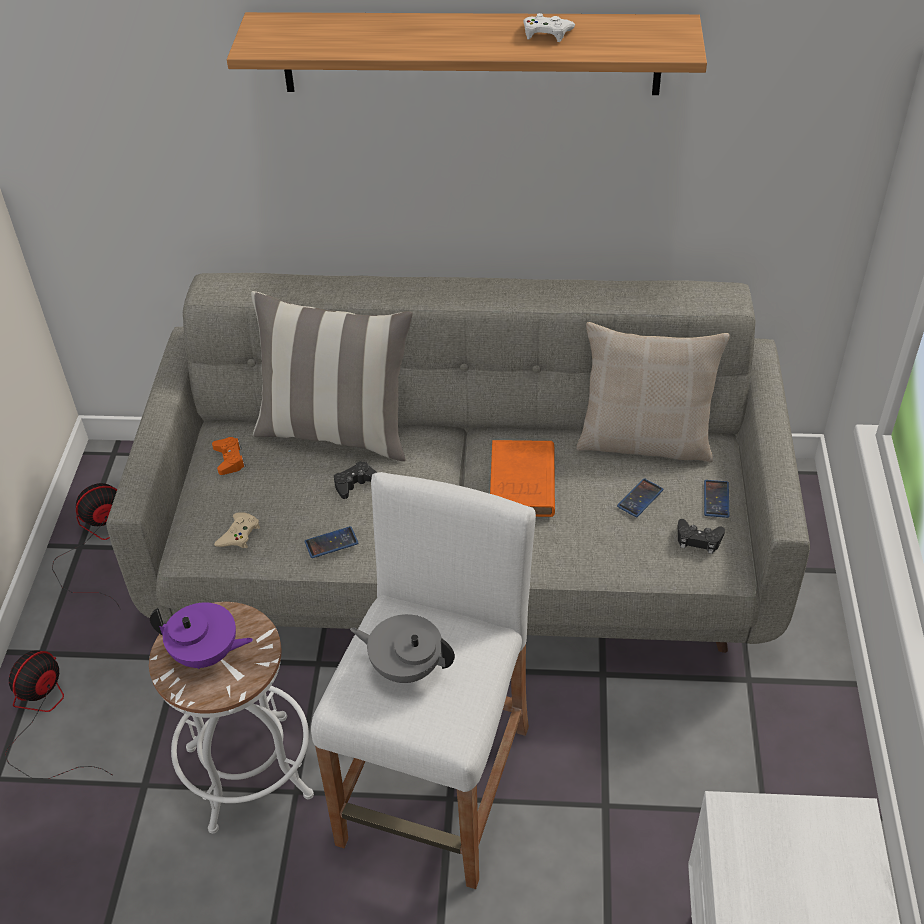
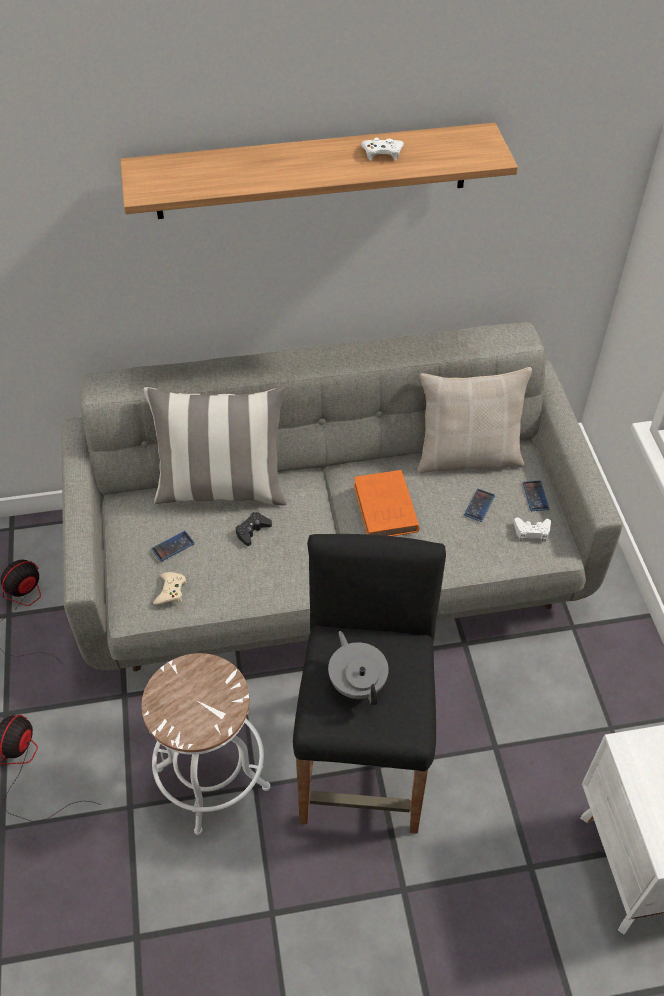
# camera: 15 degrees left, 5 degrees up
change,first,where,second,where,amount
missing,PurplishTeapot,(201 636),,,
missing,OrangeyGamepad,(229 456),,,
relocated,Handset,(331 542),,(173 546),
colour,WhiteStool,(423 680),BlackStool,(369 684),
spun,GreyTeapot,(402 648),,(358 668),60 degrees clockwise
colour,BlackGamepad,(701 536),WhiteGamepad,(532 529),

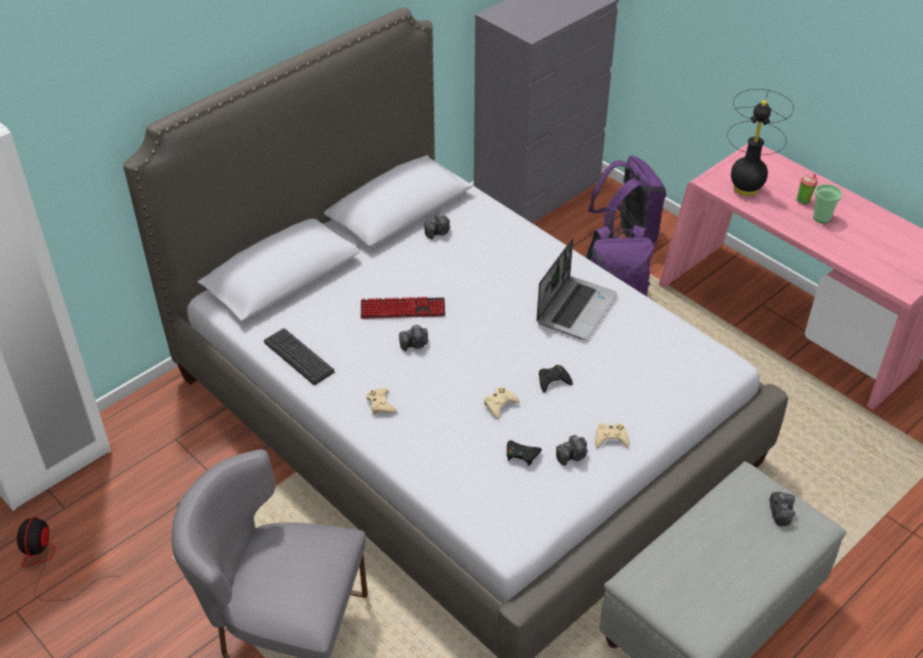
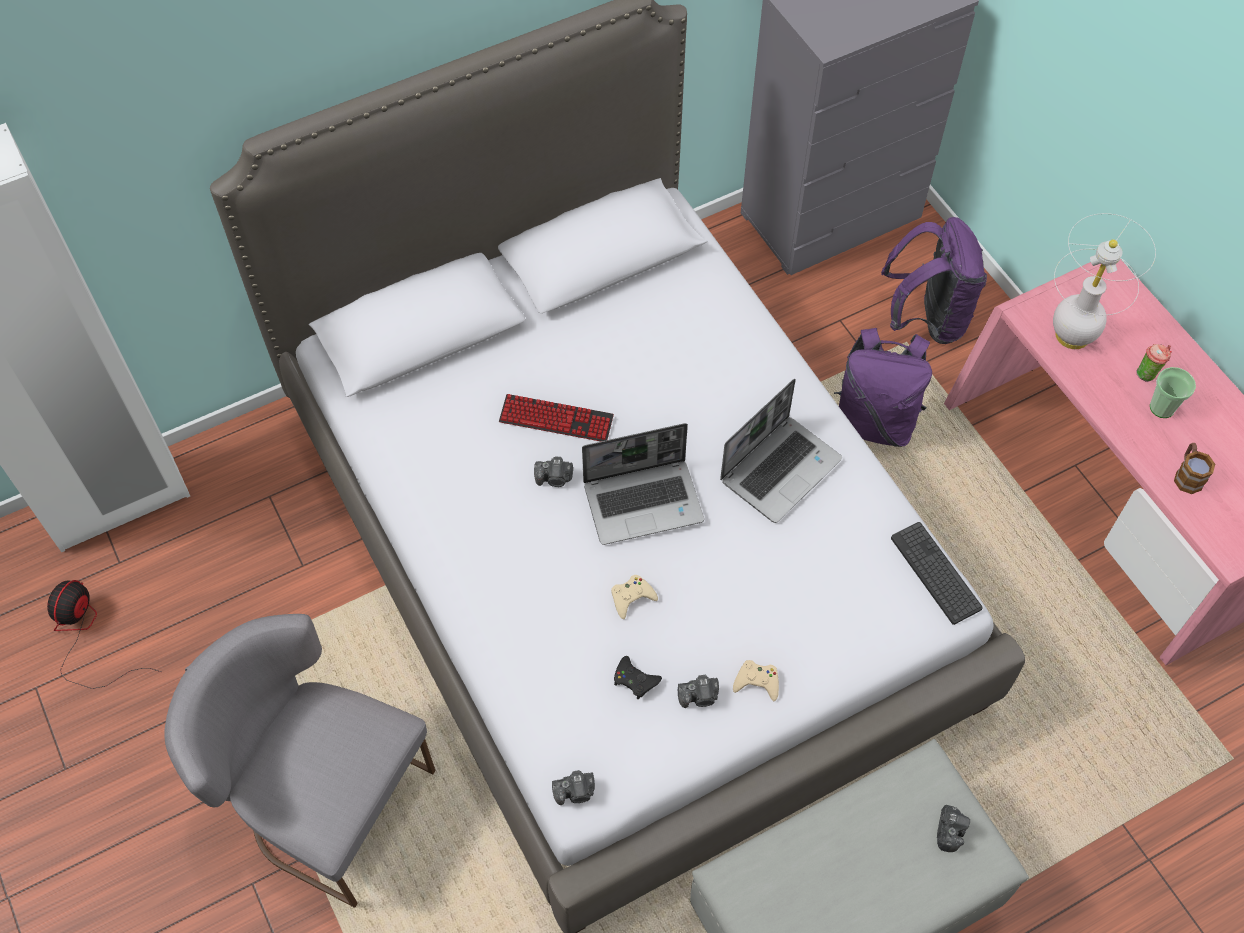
# camera: 15 degrees right, 15 degrees up
change,first,where,second,where,amount
relocated,ComputerKeyboard,(299 356),,(937 573),
missing,BeigeColouredGamepad,(381 401),,,
relocated,PhotoCamera,(437 226),,(573 787),
missing,BlackGamepad,(556 379),,,
colour,BlackTabletopLamp,(760 142),WhiteTabletopLamp,(1104 281),
appeared,,,NotebookComputer,(643 484),
appeared,,,TeaMug,(1194 468),

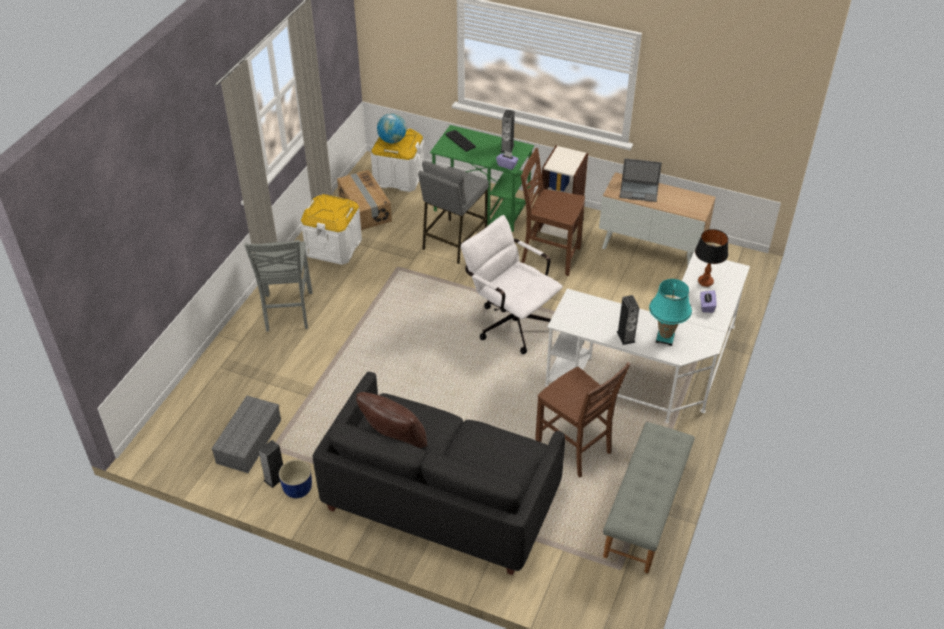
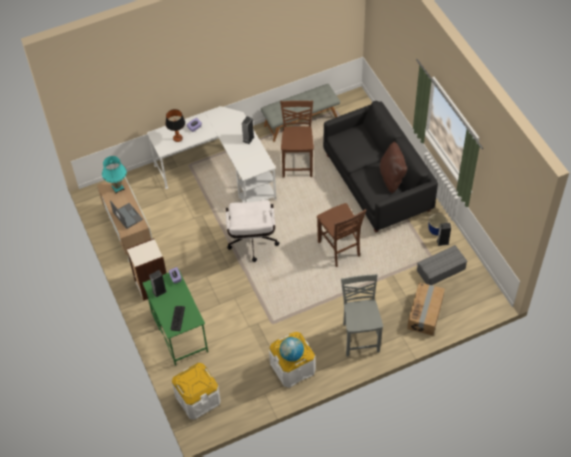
# camera: 135 degrees left, 10 degrees up
change,first,where,second,where,amount
spun,GreyChair,(278 286),,(362 315),45 degrees counterclockwise
relocated,Carton,(364 200),,(426 309),
relocated,Globe,(391 128),,(292 349),
missing,GreyStool,(453 212),,,
relocated,BrownChair,(553 212),,(341 235),
relocated,TurquoiseTabletopLamp,(670 312),,(114 174),

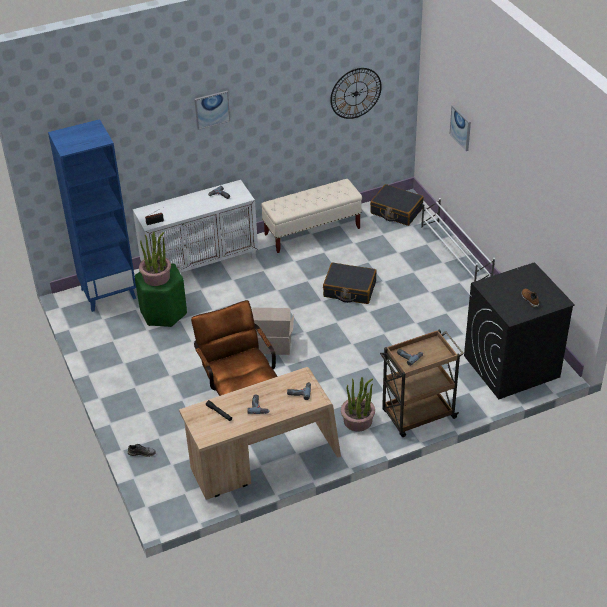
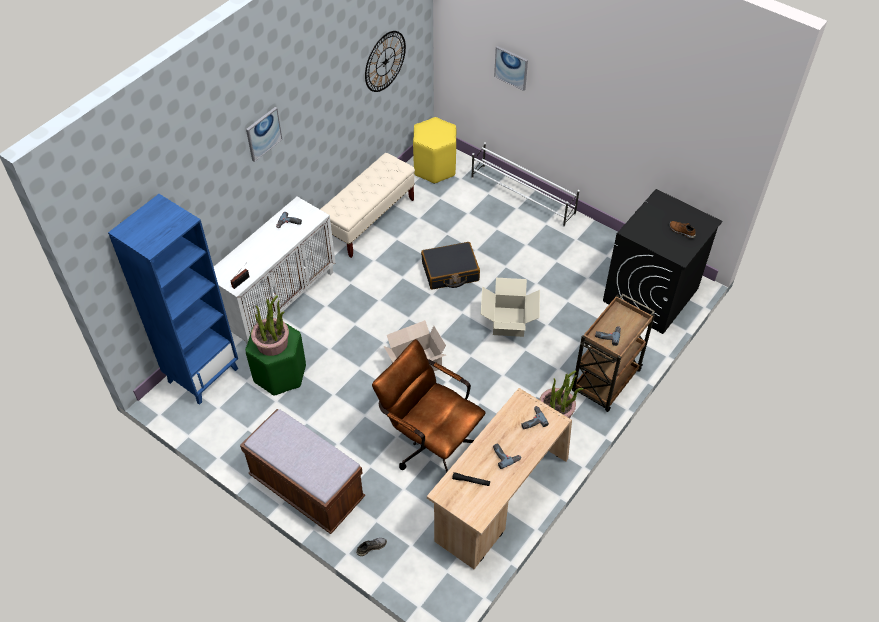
# camera: 30 degrees left, 10 degrees up
change,first,where,second,where,amount
exchanged,BlackSuitcase,(397 205),YellowStool,(434 150),
appeared,,,BrownBench,(302 471),
appeared,,,Carton,(510 307),

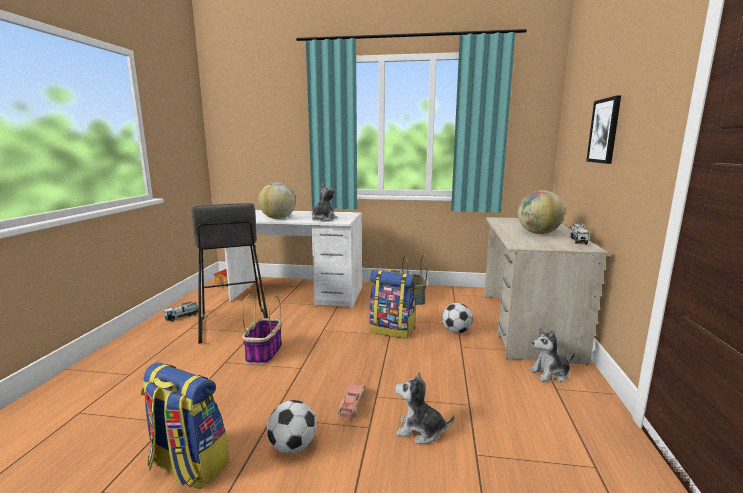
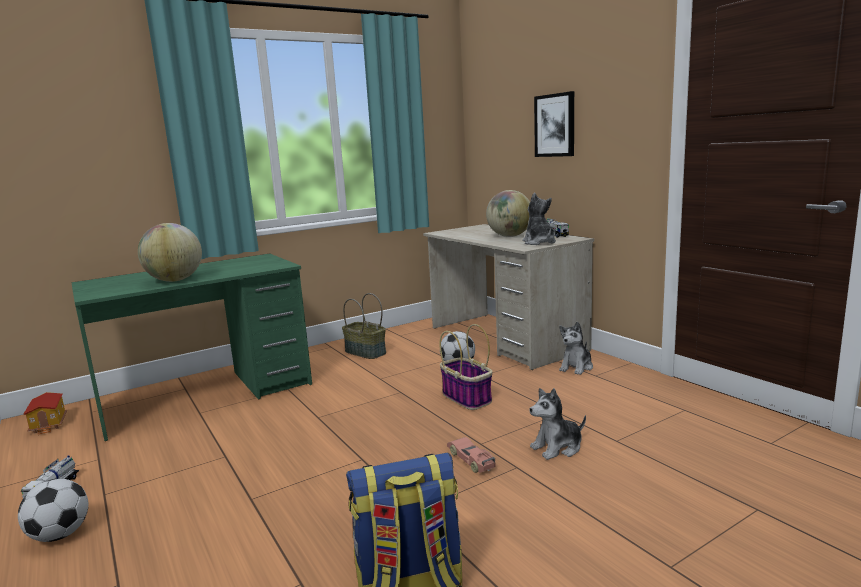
# camera: 40 degrees left, 0 degrees up
change,first,where,second,where,amount
missing,GreyStool,(229 273),,,
colour,WhiteDeskUnit,(293 259),GreenDeskUnit,(191 347),
relocated,StorageBasket,(262 329),,(466 367),
relocated,Football,(292 427),,(53 510),
relocated,CuddlyToy,(324 202),,(539 219),
missing,Rucksack,(392 304),,,

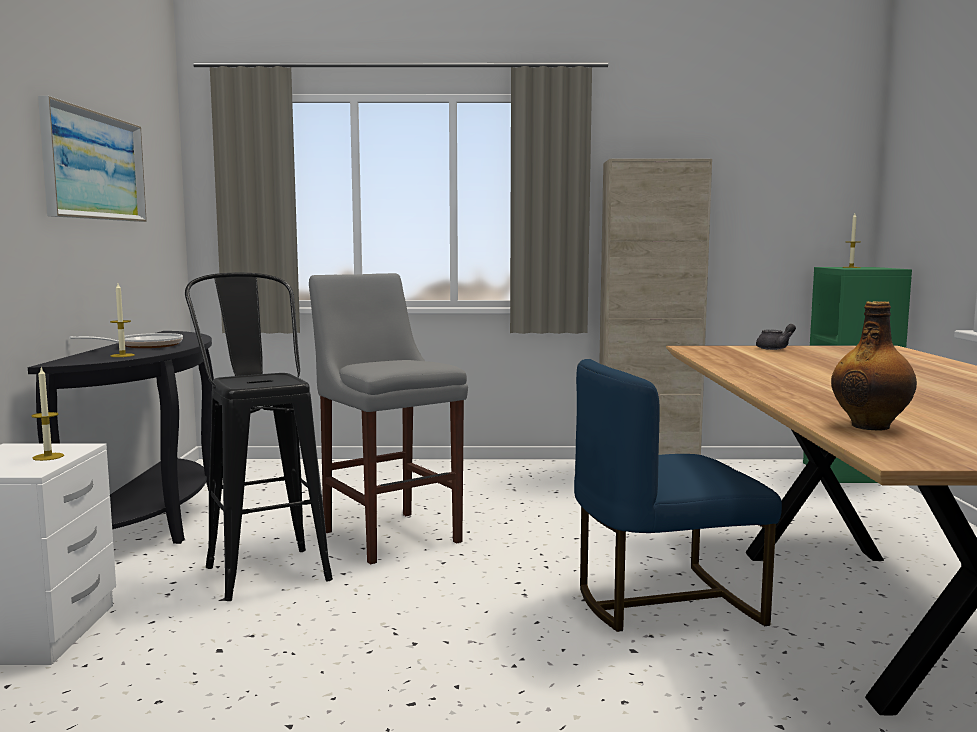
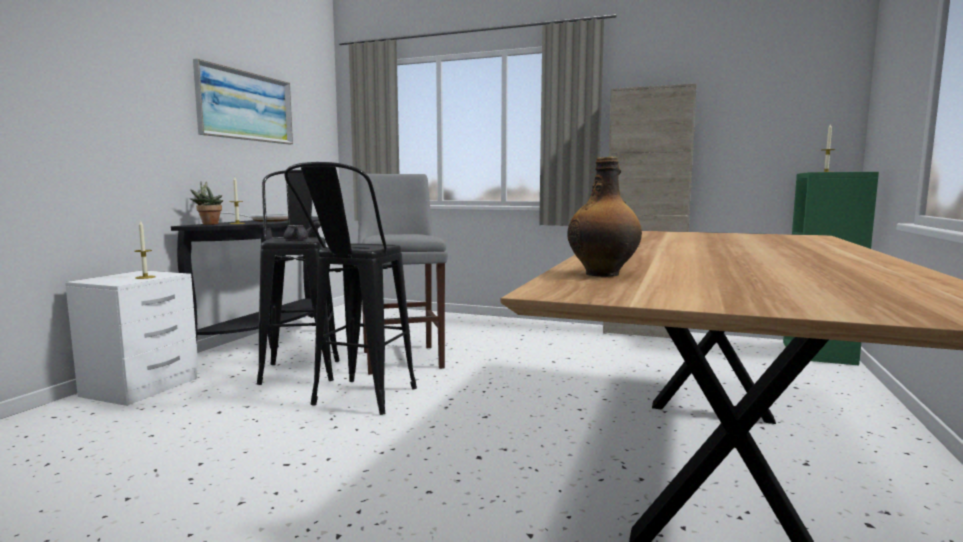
# camera: 20 degrees right, 0 degrees up
change,first,where,second,where,amount
missing,BluishChair,(678 495),,,
relocated,GreyTeapot,(776 337),,(302 231),
appeared,,,Houseplant,(206 203),
appeared,,,BlackStool,(350 288),

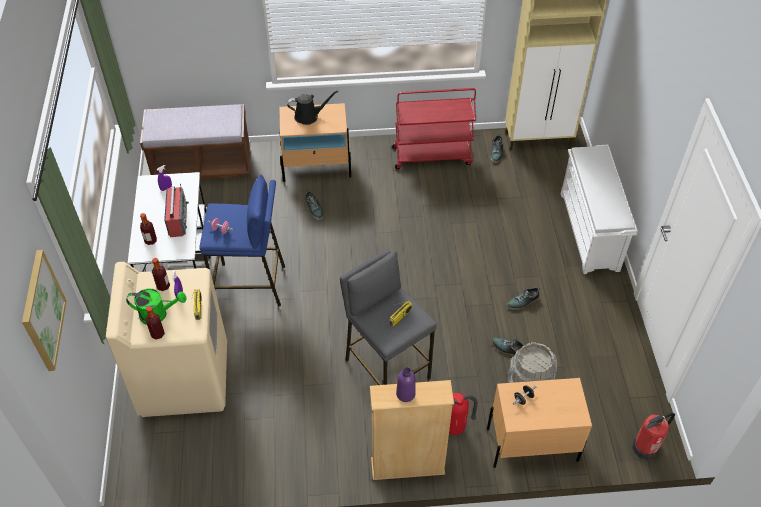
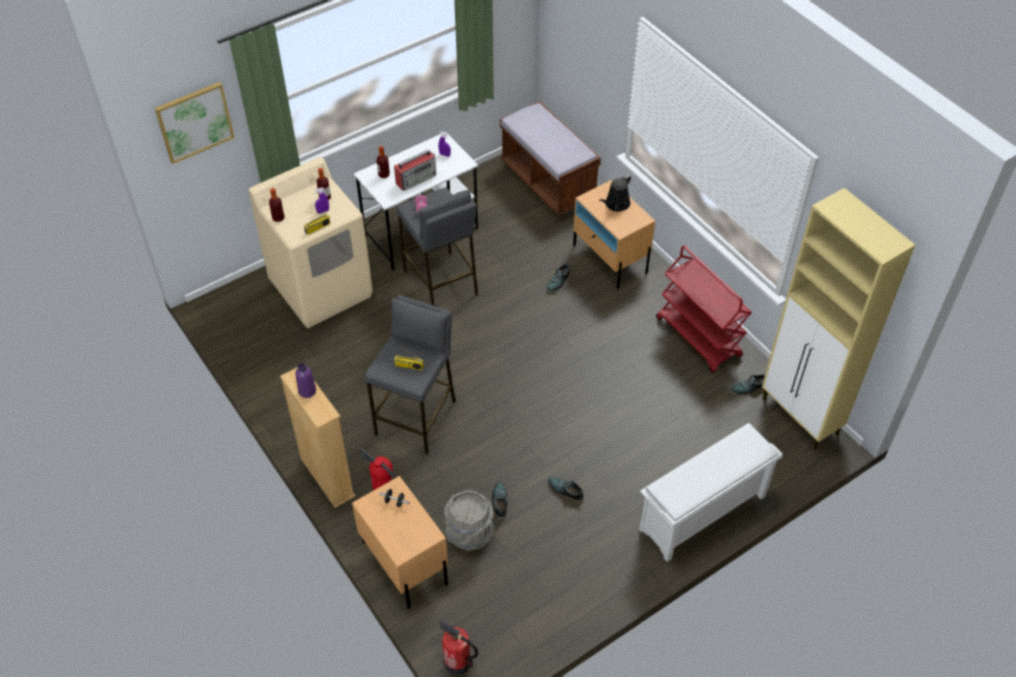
# camera: 60 degrees right, 0 degrees up
change,first,where,second,where,amount
missing,GreenSprinklingCan,(156 307),,,
colour,BluishStool,(242 240),GreyStool,(437 246),
spun,BlackSprinklingCan,(312 108),,(615 193),75 degrees clockwise

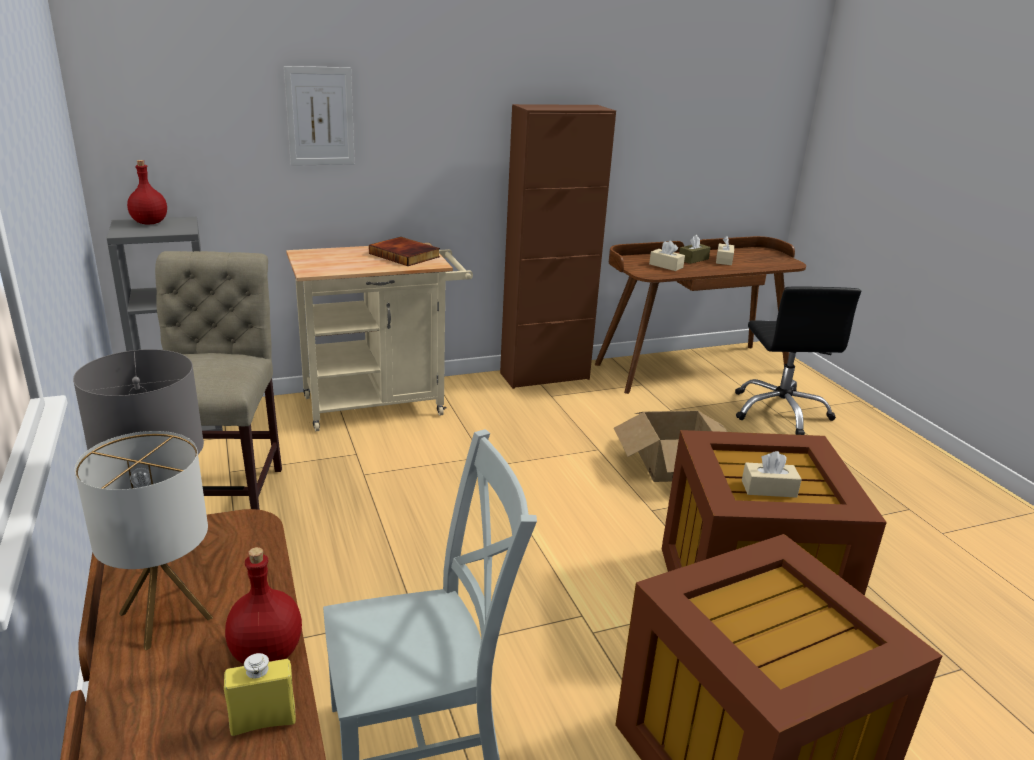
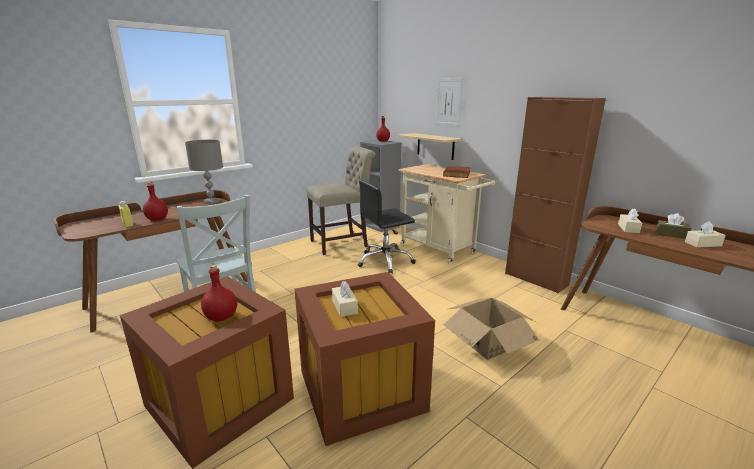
# camera: 70 degrees right, 5 degrees down
change,first,where,second,where,amount
missing,TabletopLamp,(144 540),,,
relocated,BlackComputerChair,(798 361),,(386 227),
appeared,,,RedColouredBottle,(219 293),
appeared,,,BracketShelf,(430 146),

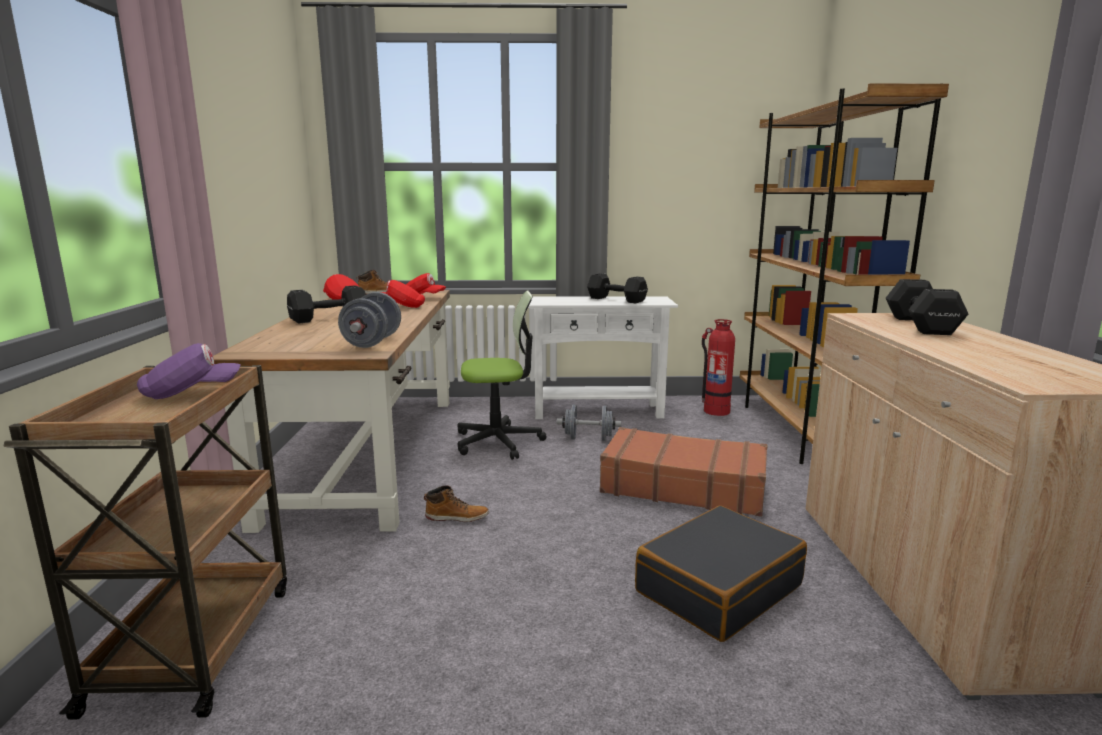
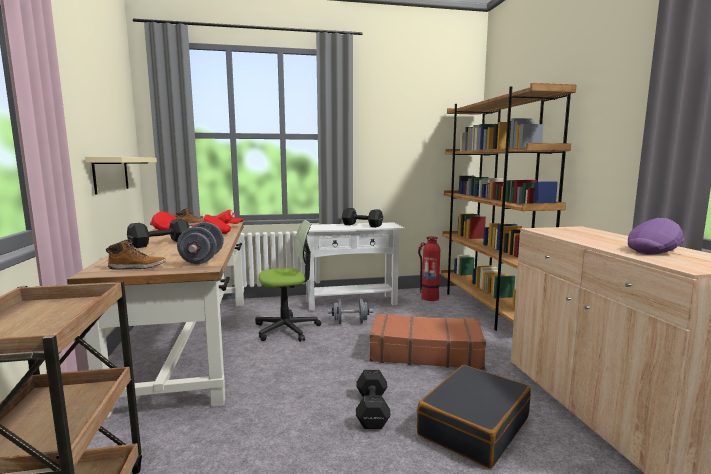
# camera: 10 degrees left, 5 degrees down
change,first,where,second,where,amount
relocated,PurplishCap,(189 371),,(656 236),
relocated,HighTopBoot,(456 504),,(136 254),
relocated,BlackFreeWeight,(927 307),,(373 399),
appeared,,,BeigeColouredBracketShelf,(121 175),

